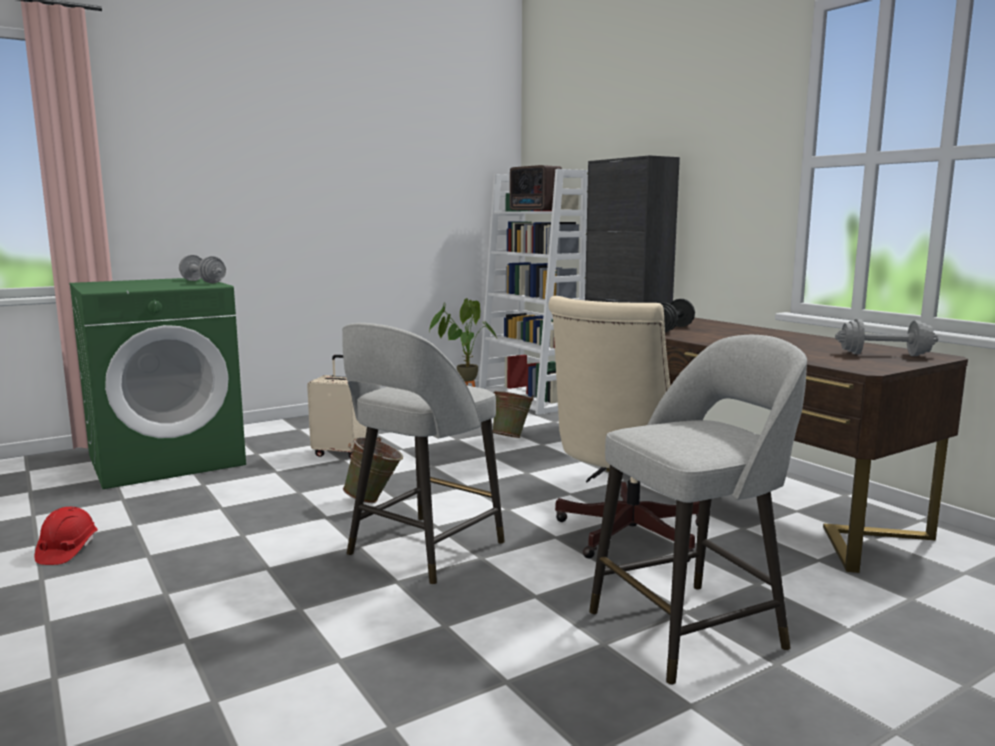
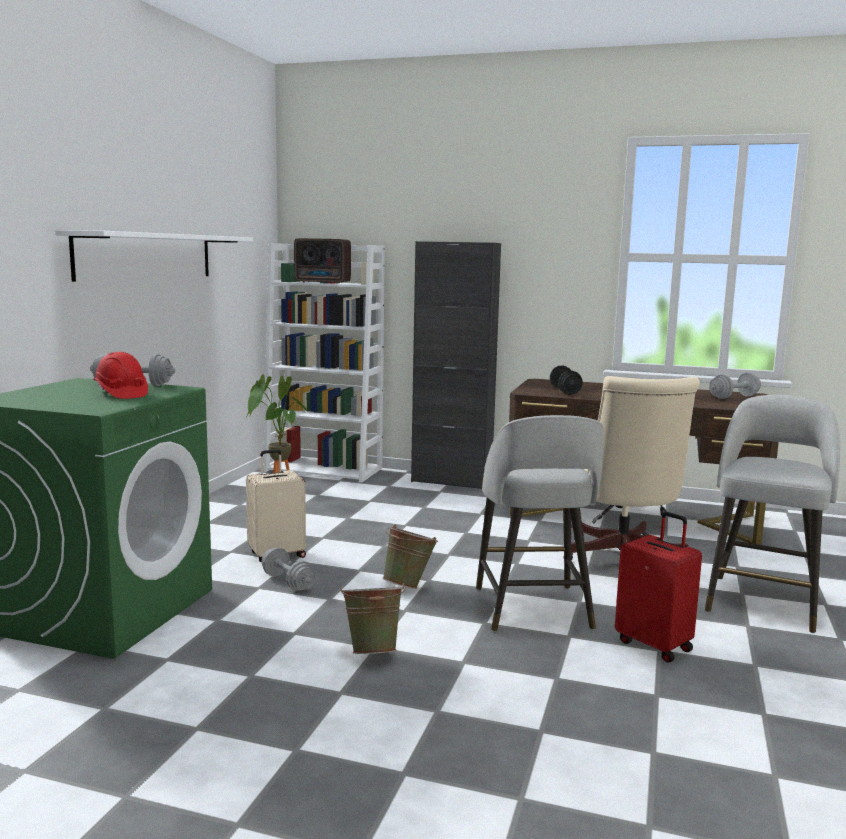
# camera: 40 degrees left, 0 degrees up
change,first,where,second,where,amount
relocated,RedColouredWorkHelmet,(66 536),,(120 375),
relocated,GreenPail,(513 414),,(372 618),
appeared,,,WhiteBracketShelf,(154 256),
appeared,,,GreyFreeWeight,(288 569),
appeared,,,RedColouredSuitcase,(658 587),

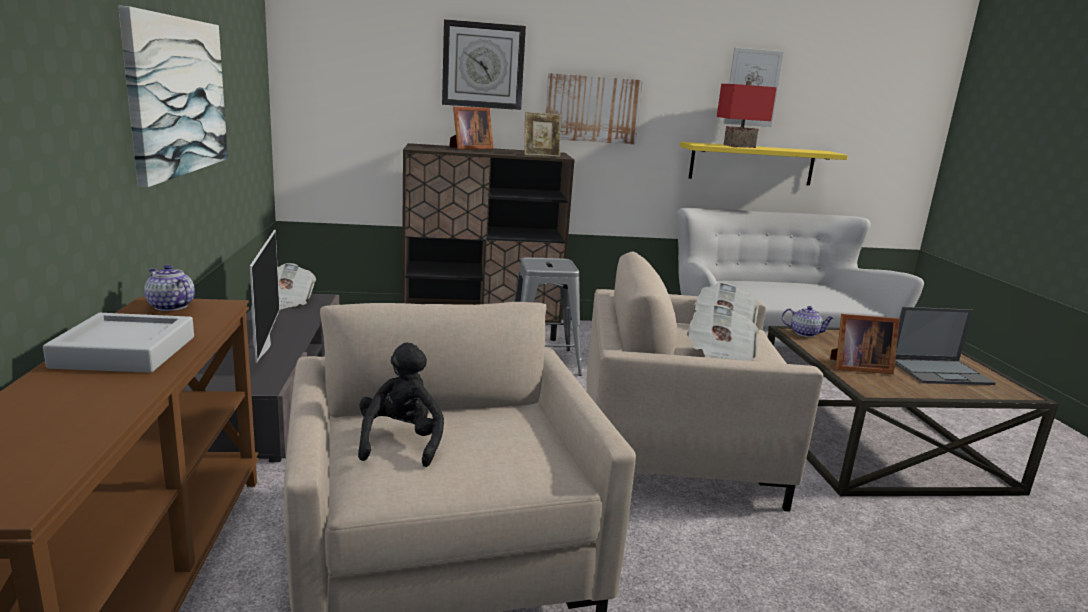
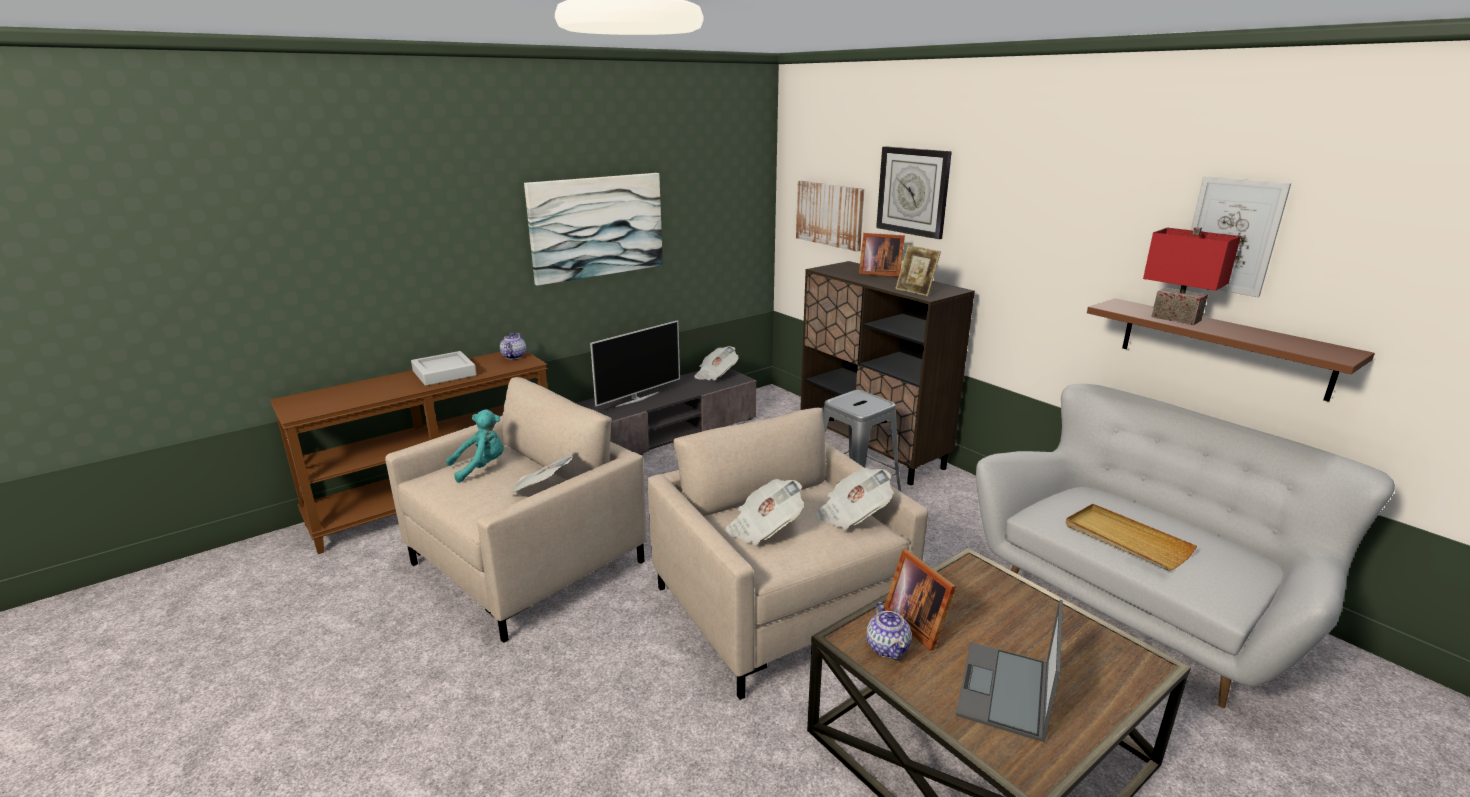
# camera: 60 degrees right, 5 degrees up
change,first,where,second,where,amount
colour,BlackCuddlyToy,(401 405),TurquoiseCuddlyToy,(475 446),
relocated,WallPicture,(594 108),,(830 216),
colour,YellowBracketShelf,(764 163),BrownBracketShelf,(1231 350),
relocated,Teapot,(808 321),,(889 631),
spun,NotebookComputer,(945 346),,(1009 671),60 degrees clockwise
appeared,,,Newspaper,(541 473),
appeared,,,BeigeColouredTray,(1131 537),

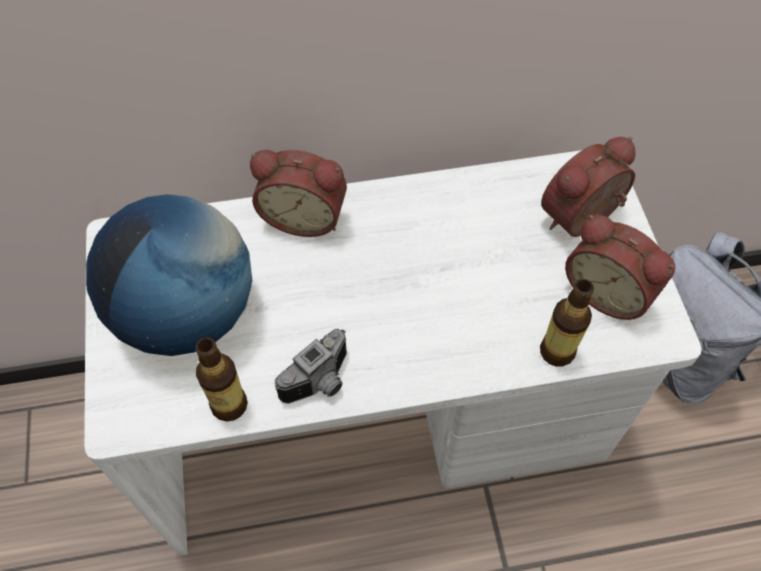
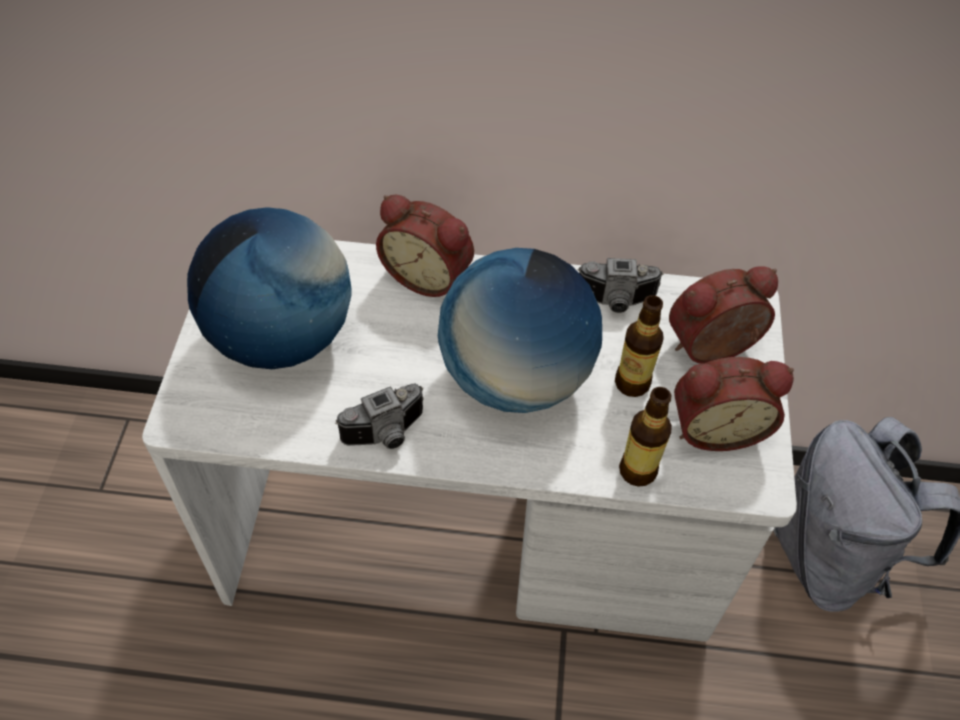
# camera: 15 degrees right, 5 degrees down
change,first,where,second,where,amount
relocated,Bottle,(222 380),,(639 346),
spun,AlarmClock,(620 267),,(734 404),60 degrees counterclockwise
appeared,,,Globe,(520 330),
appeared,,,PhotoCamera,(620 285),

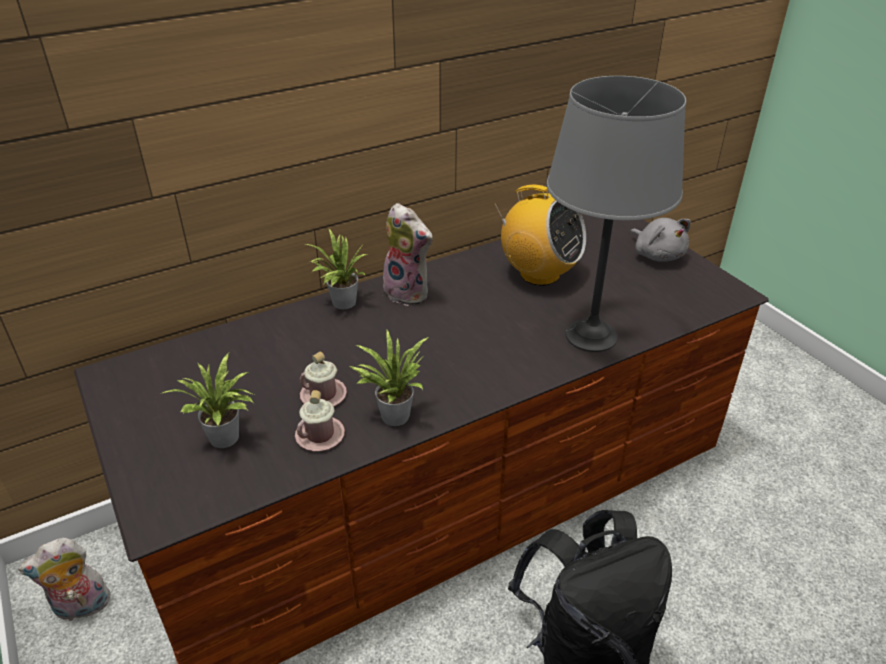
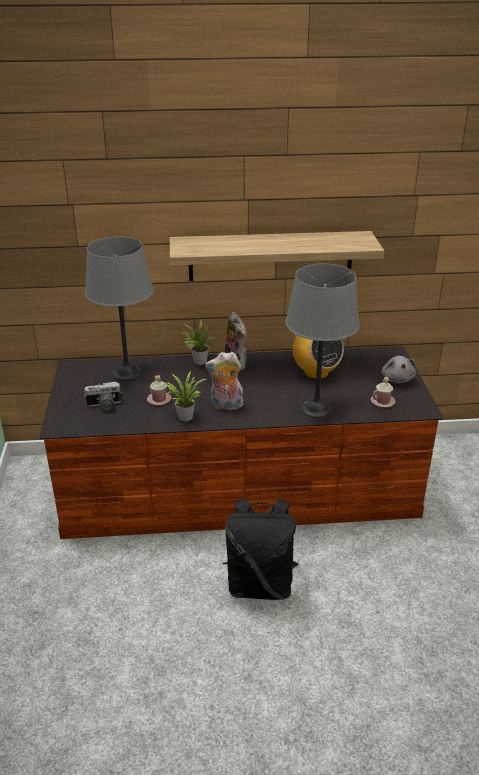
# camera: 25 degrees right, 5 degrees down
change,first,where,second,where,amount
relocated,CuddlyToy,(64 579),,(224 381),
exchanged,Houseplant,(207 401),PhotoCamera,(102 396),
relocated,PinkTeaMug,(320 420),,(383 392),
appeared,,,GreyTabletopLamp,(119 308),
appeared,,,BracketShelf,(277 256),

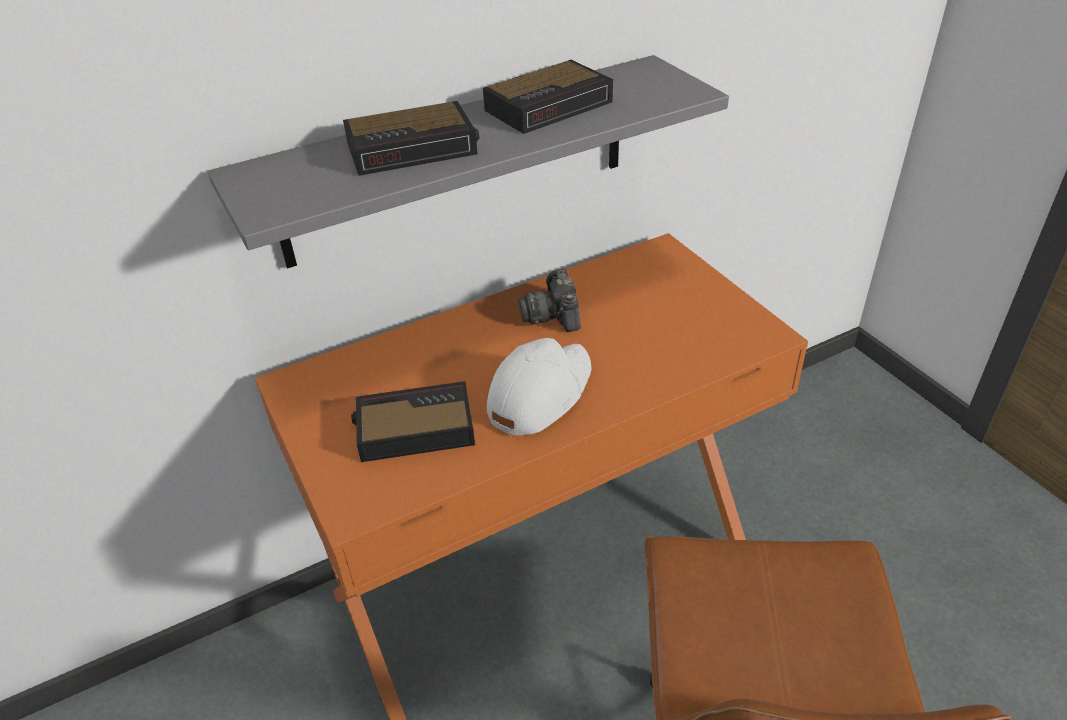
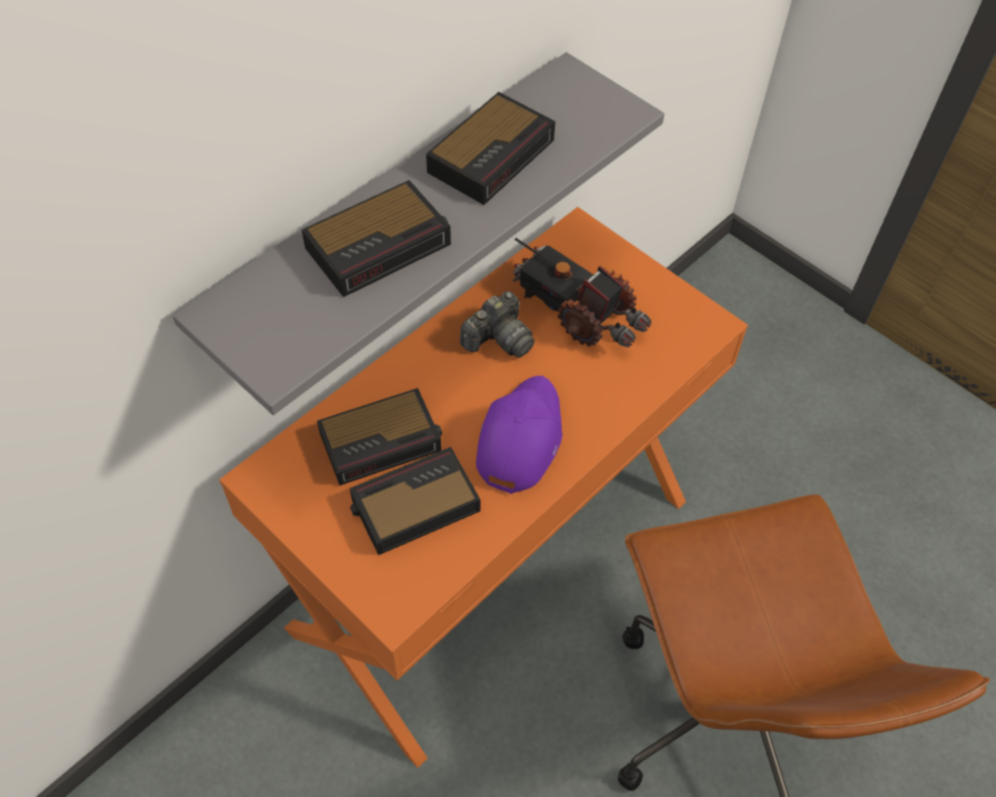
# camera: 20 degrees left, 15 degrees up
change,first,where,second,where,amount
colour,WhiteCap,(539 387),PurplishCap,(519 435),
spun,PhotoCamera,(549 300),,(497 324),105 degrees counterclockwise
appeared,,,AlarmClock,(379 436),
appeared,,,ModelTruck,(581 292),

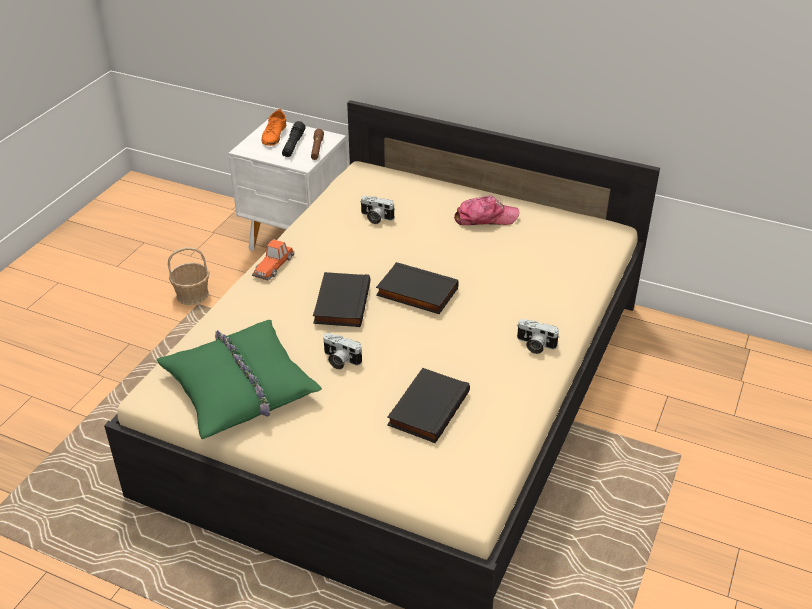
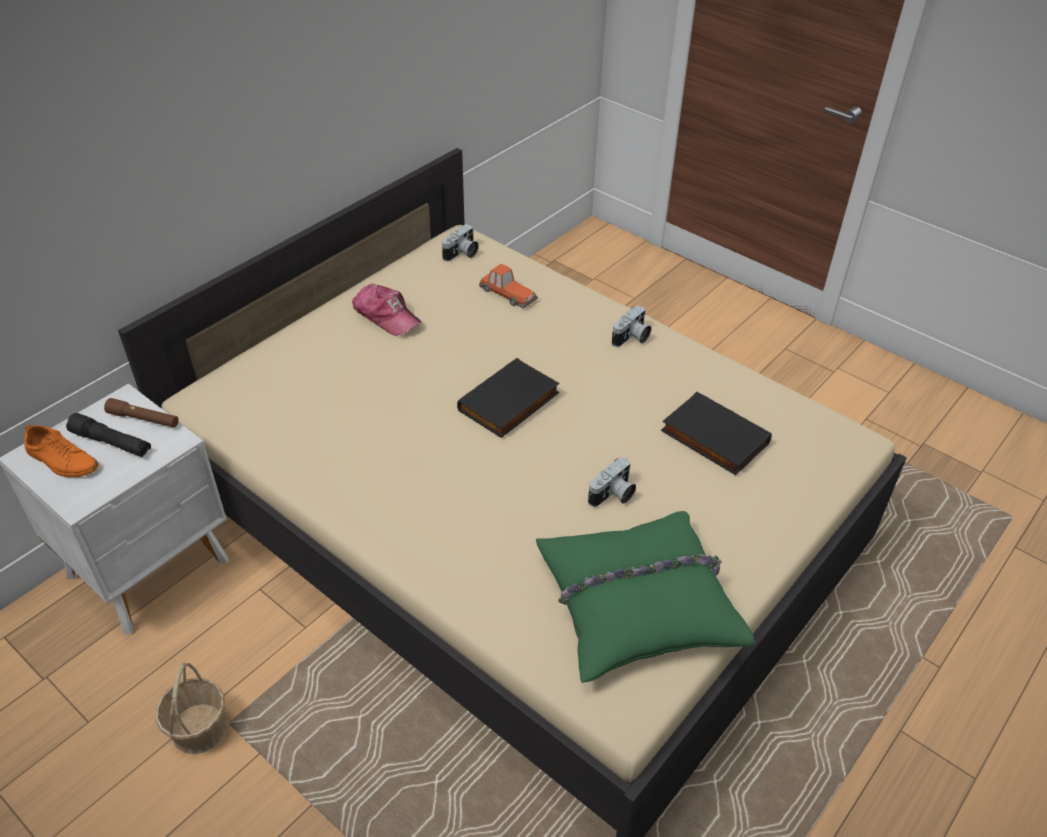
# camera: 75 degrees left, 5 degrees up
change,first,where,second,where,amount
relocated,MiniatureCar,(273 260),,(508 286),
missing,BlackVolume,(341 299),,,
relocated,PhotoCamera,(377 210),,(460 242),
spun,Cap,(486 210),,(386 310),120 degrees clockwise

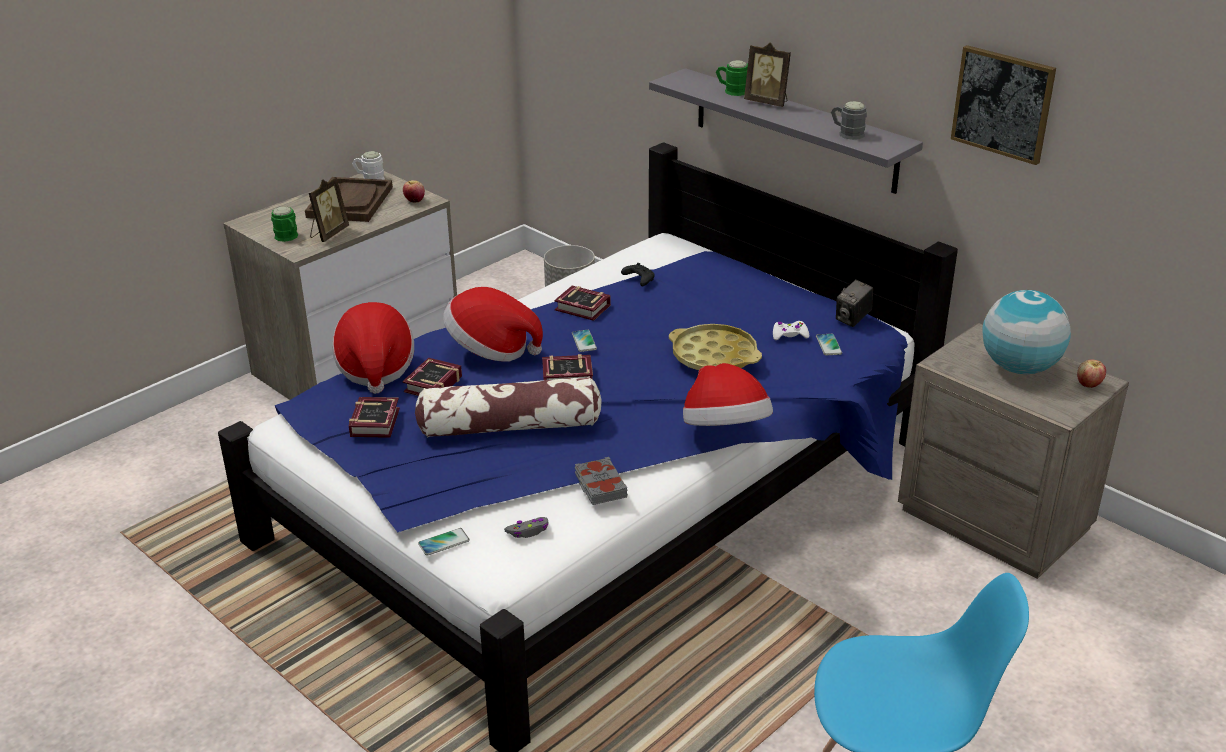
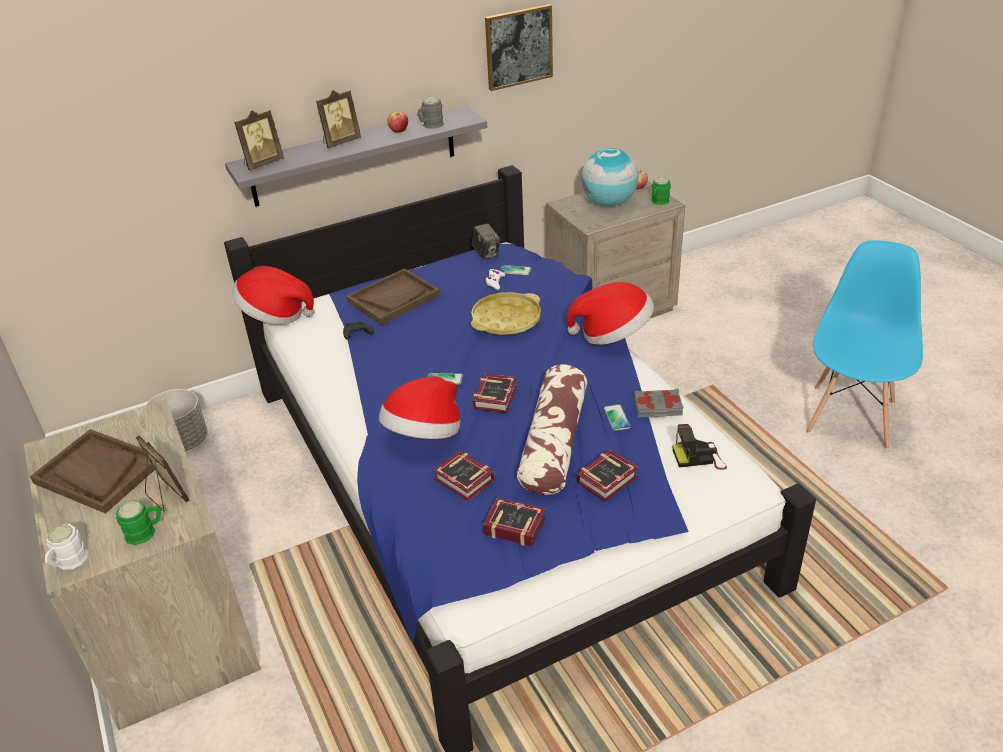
# camera: 70 degrees left, 5 degrees up
change,first,where,second,where,amount
relocated,ClothingHat,(373 348),,(273 295),
relocated,WhiteTeaMug,(368 165),,(66 547),
relocated,AppleFruit,(414 191),,(397 122),
relocated,Handset,(444 542),,(617 417),
exchanged,GreyGamepad,(526 527),PhotoCamera,(700 447),
relocated,Volume,(582 303),,(608 476),
relocated,GreenTeaMug,(732 78),,(661 191),
appeared,,,StandingFrame,(259 140),
appeared,,,BrownTray,(393 296),

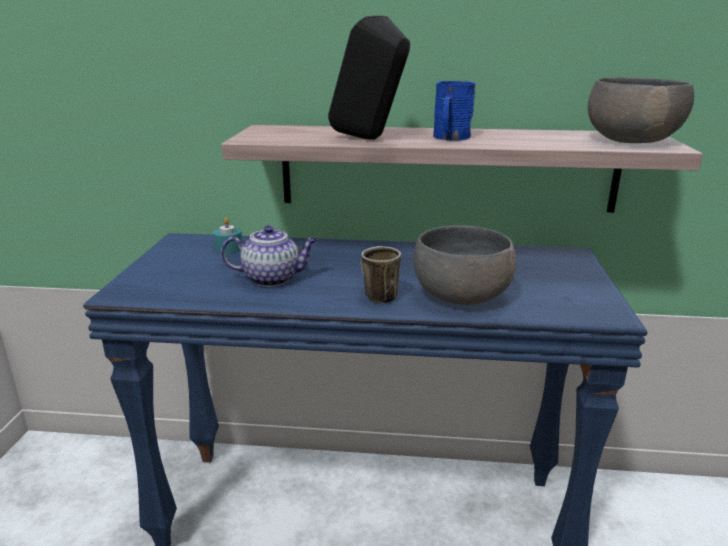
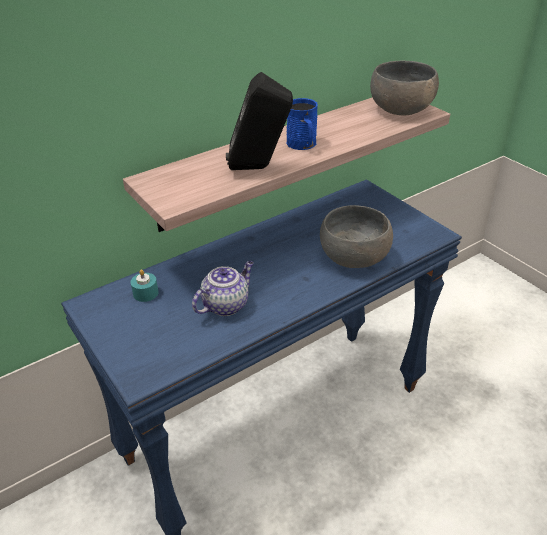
# camera: 40 degrees left, 15 degrees up
change,first,where,second,where,amount
missing,TeaMug,(381 274),,,

